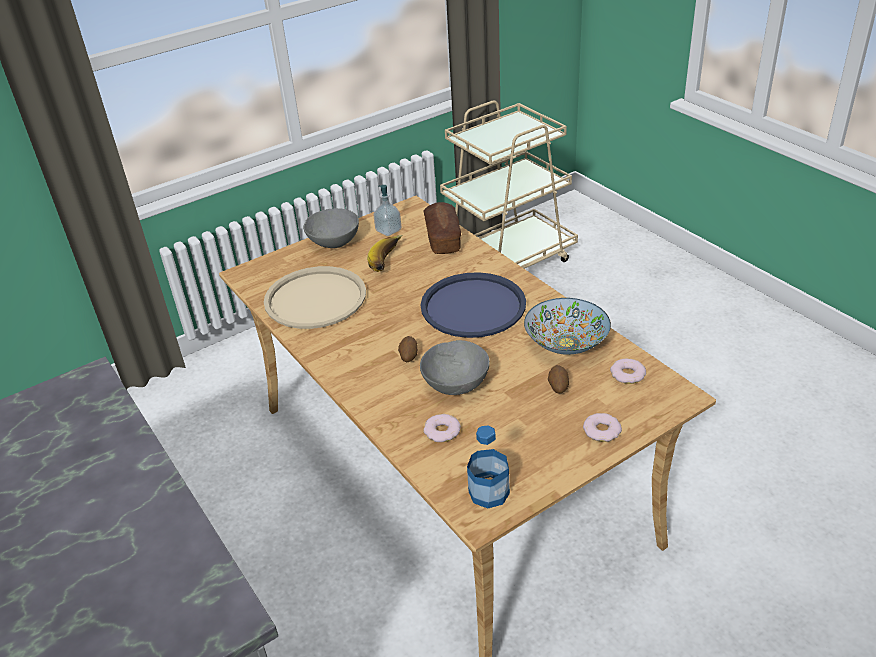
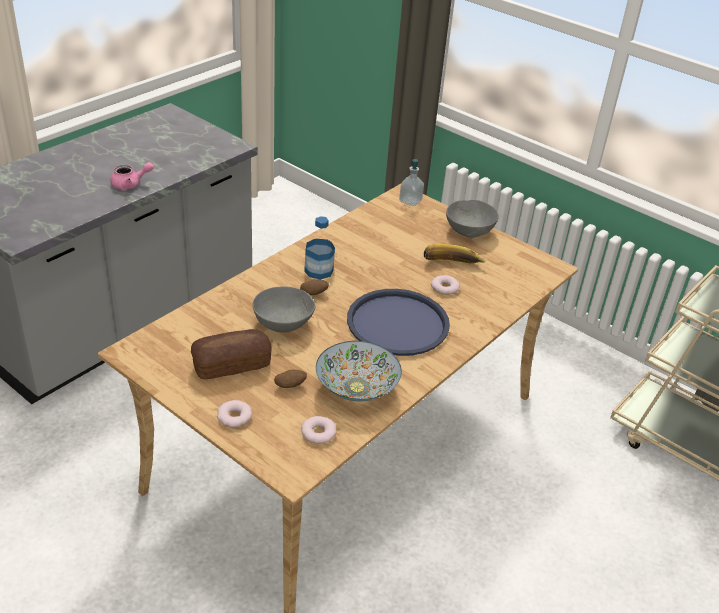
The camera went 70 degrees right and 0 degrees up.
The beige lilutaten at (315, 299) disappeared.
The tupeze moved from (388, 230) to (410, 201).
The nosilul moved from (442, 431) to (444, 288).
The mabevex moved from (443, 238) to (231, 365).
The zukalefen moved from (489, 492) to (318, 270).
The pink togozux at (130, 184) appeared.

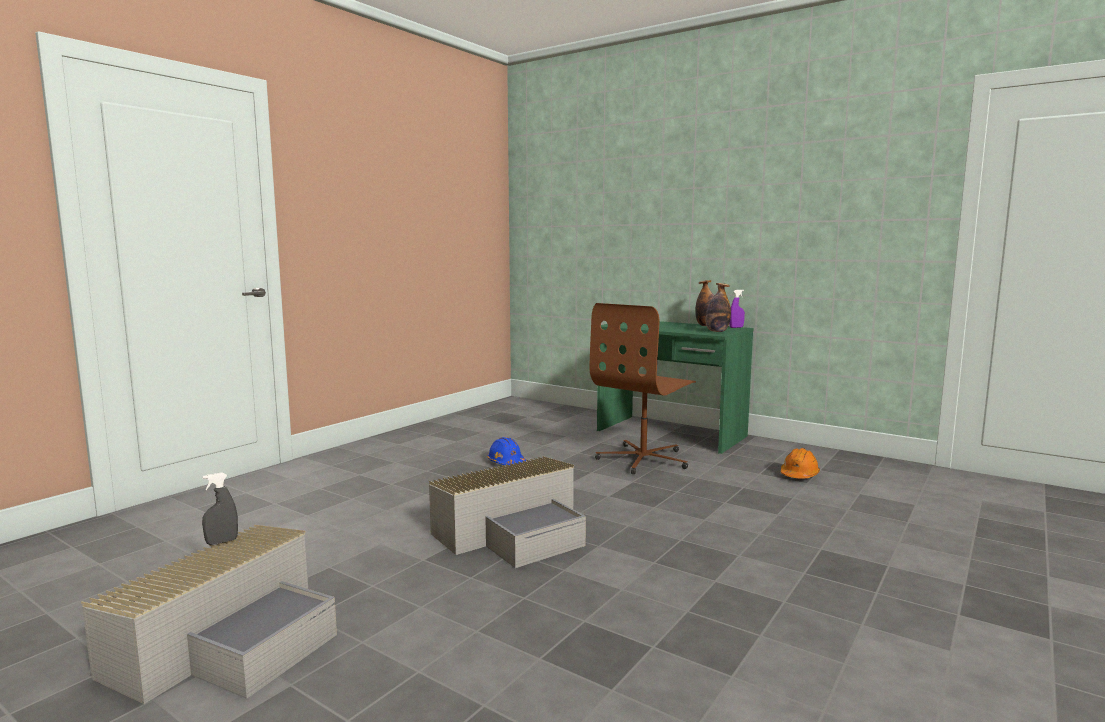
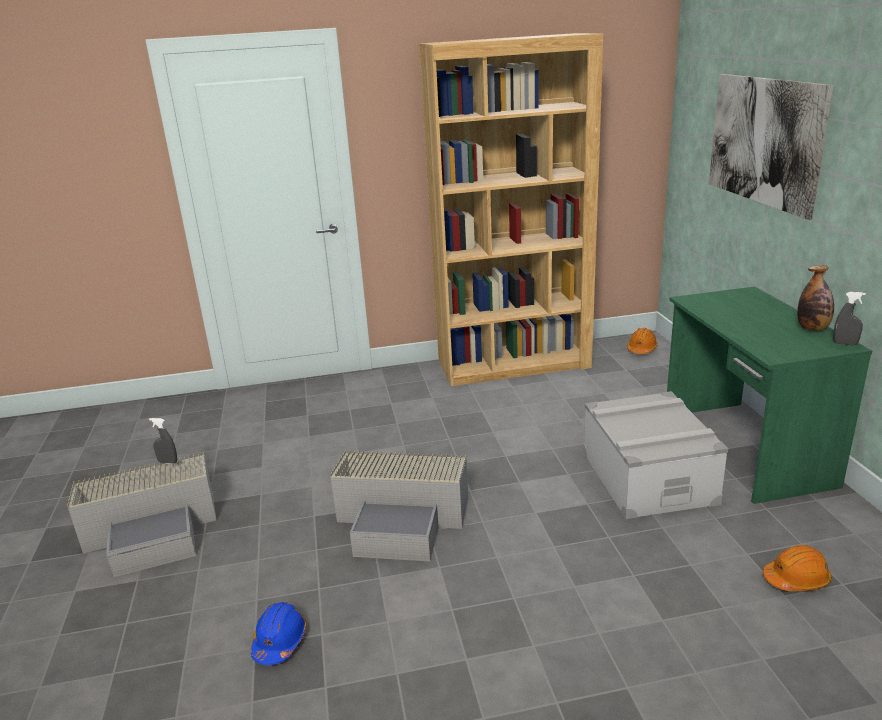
The camera went 45 degrees right and 15 degrees up.
The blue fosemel moved from (506, 462) to (280, 641).
The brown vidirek at (644, 459) was replaced by the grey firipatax at (647, 477).
The zukalefen at (717, 331) disappeared.
The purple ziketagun at (736, 327) became the grey ziketagun at (845, 343).
The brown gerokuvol at (514, 364) appeared.
The orange fosemel at (641, 349) appeared.
The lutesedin at (764, 141) appeared.

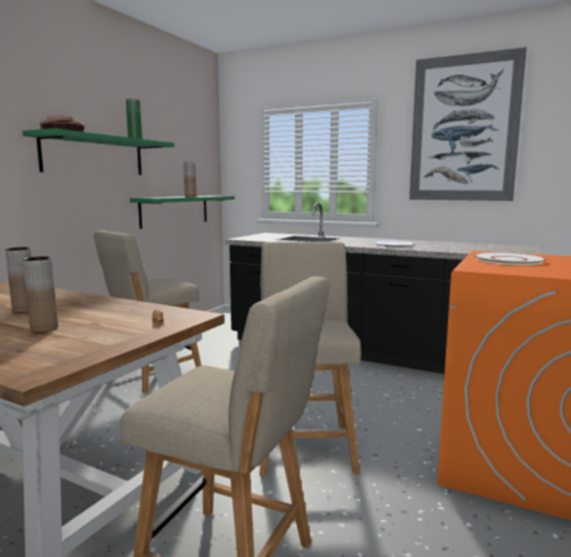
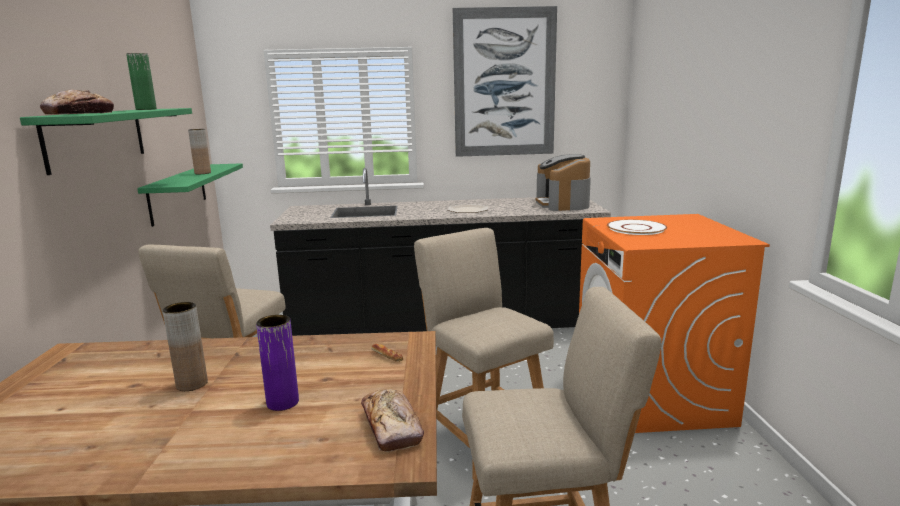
The camera went 30 degrees left and 5 degrees up.
The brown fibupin at (44, 328) became the purple fibupin at (282, 402).
The mabevex at (391, 427) appeared.
The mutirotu at (562, 204) appeared.

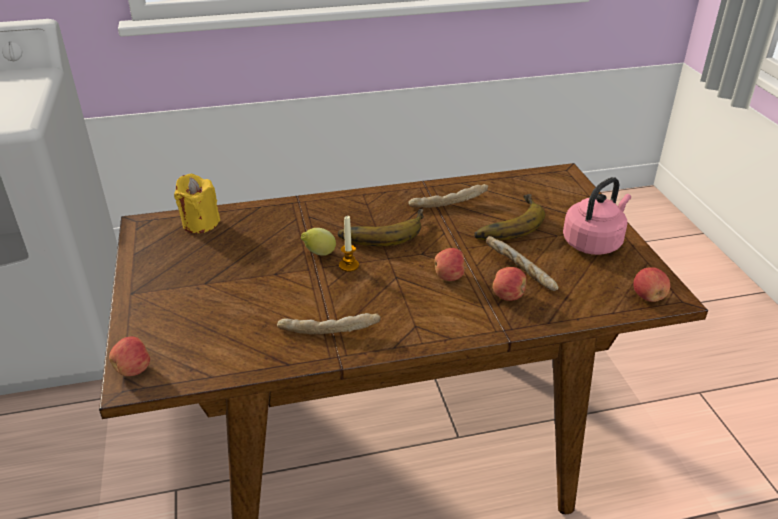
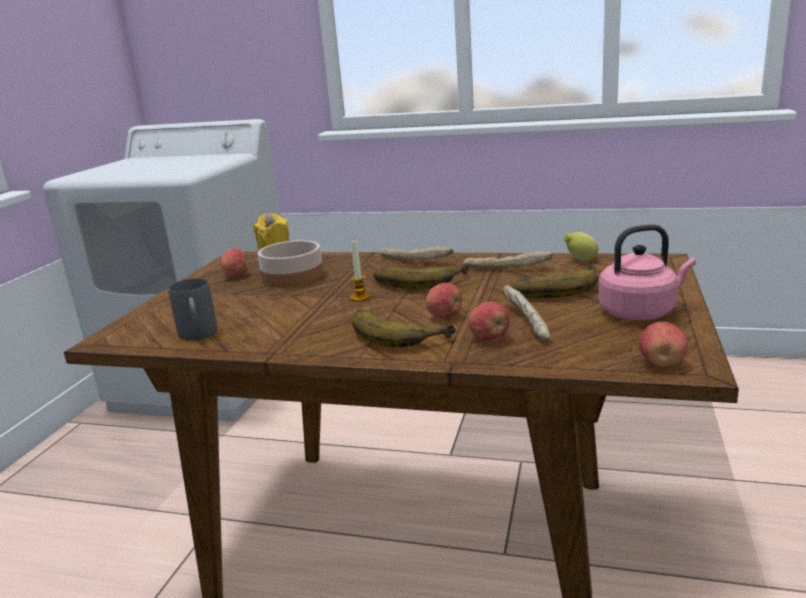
The camera went 30 degrees right and 15 degrees down.
The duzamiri moved from (134, 369) to (236, 275).
The mabevex moved from (329, 329) to (416, 260).
The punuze moved from (319, 254) to (580, 260).
The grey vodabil at (198, 336) appeared.
The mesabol at (291, 277) appeared.
The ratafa at (399, 332) appeared.

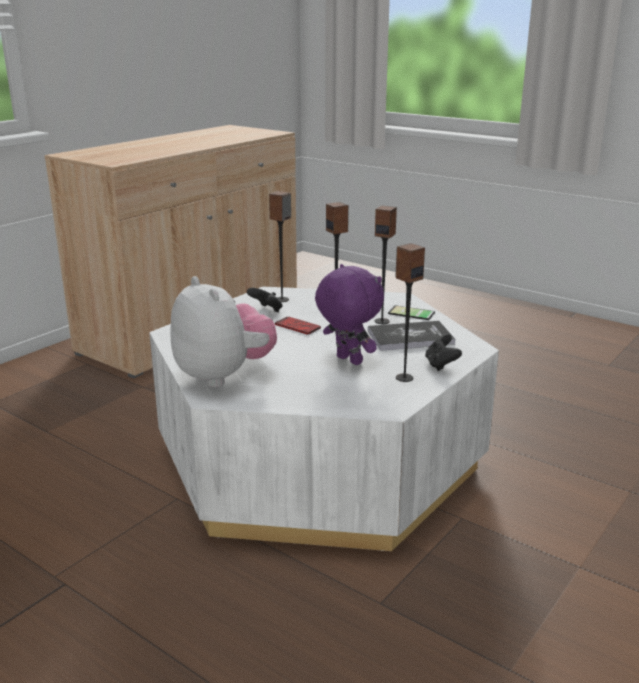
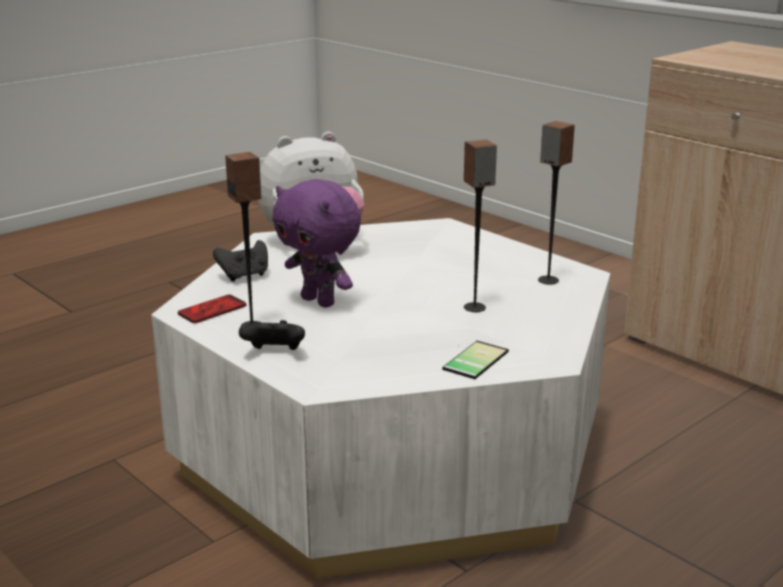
The camera went 100 degrees right and 0 degrees up.
The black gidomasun moved from (266, 310) to (244, 276).
The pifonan moved from (297, 326) to (212, 310).
The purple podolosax at (347, 360) turned 75 degrees clockwise.
The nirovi at (410, 337) disappeared.
The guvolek at (382, 321) disappeared.

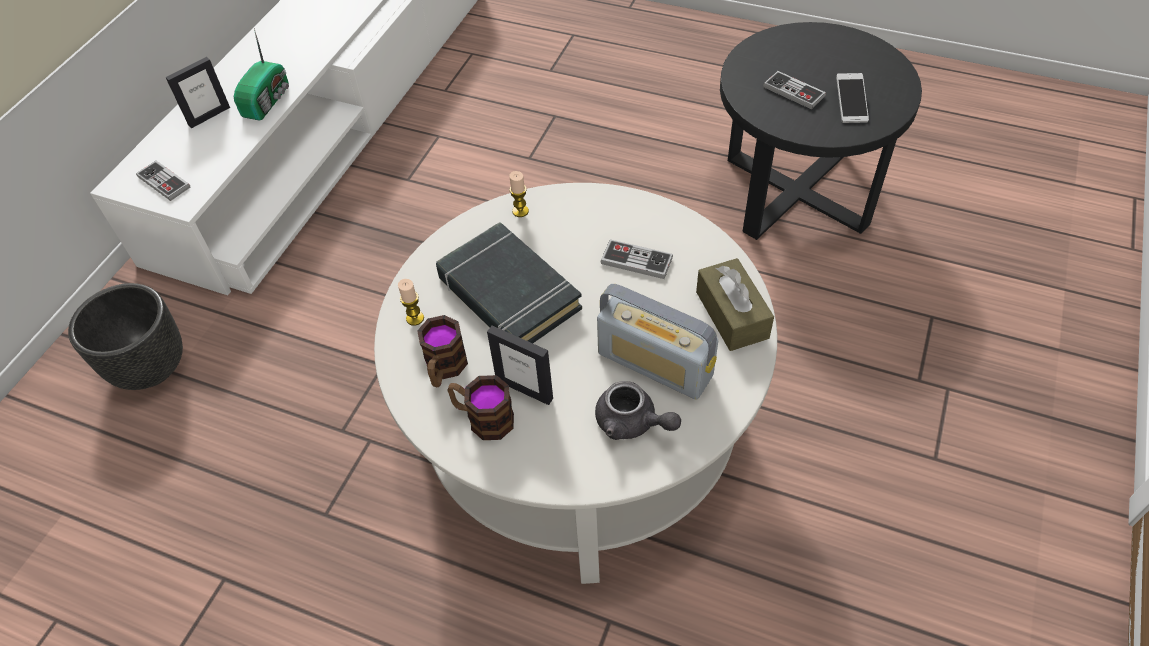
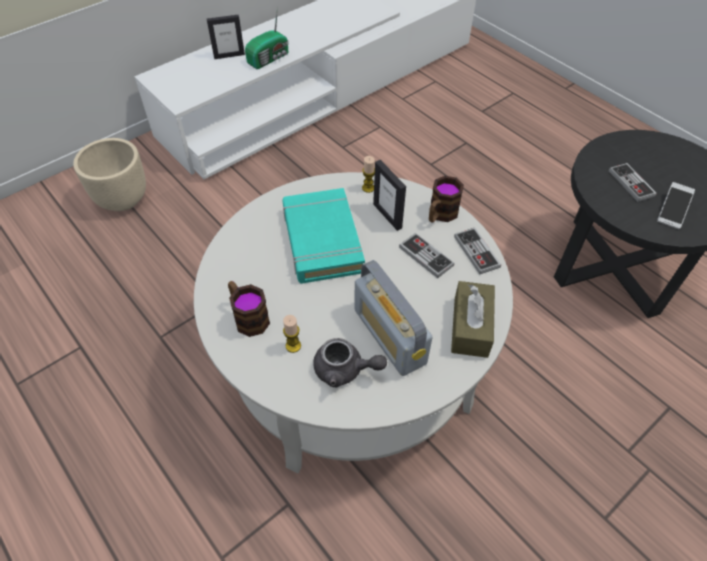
The camera went 25 degrees right and 0 degrees up.
The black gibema at (149, 367) became the beige gibema at (122, 199).
The gidomasun moved from (164, 182) to (476, 252).
The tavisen moved from (415, 318) to (293, 346).
The vodabil moved from (444, 369) to (440, 215).
The black nirovi at (508, 294) became the turquoise nirovi at (322, 240).
The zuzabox moved from (524, 389) to (387, 216).
The grey togozux at (632, 423) turned 45 degrees counterclockwise.

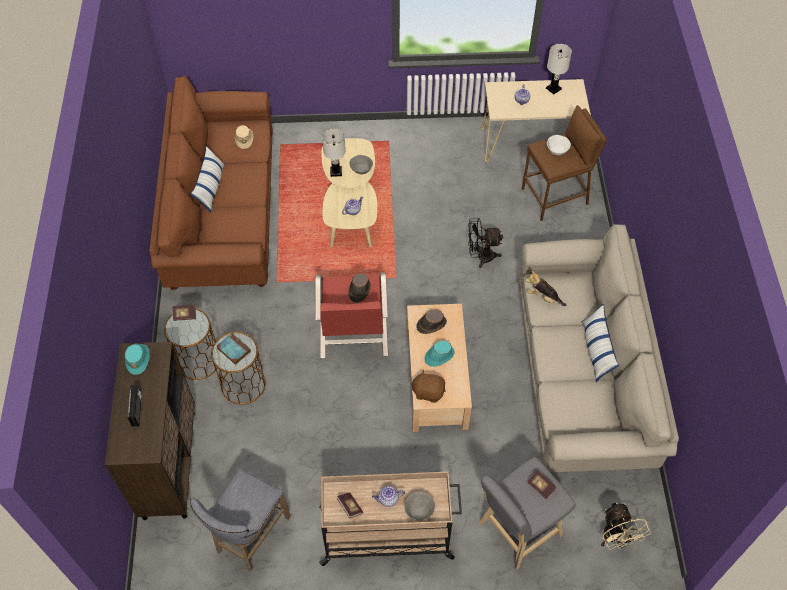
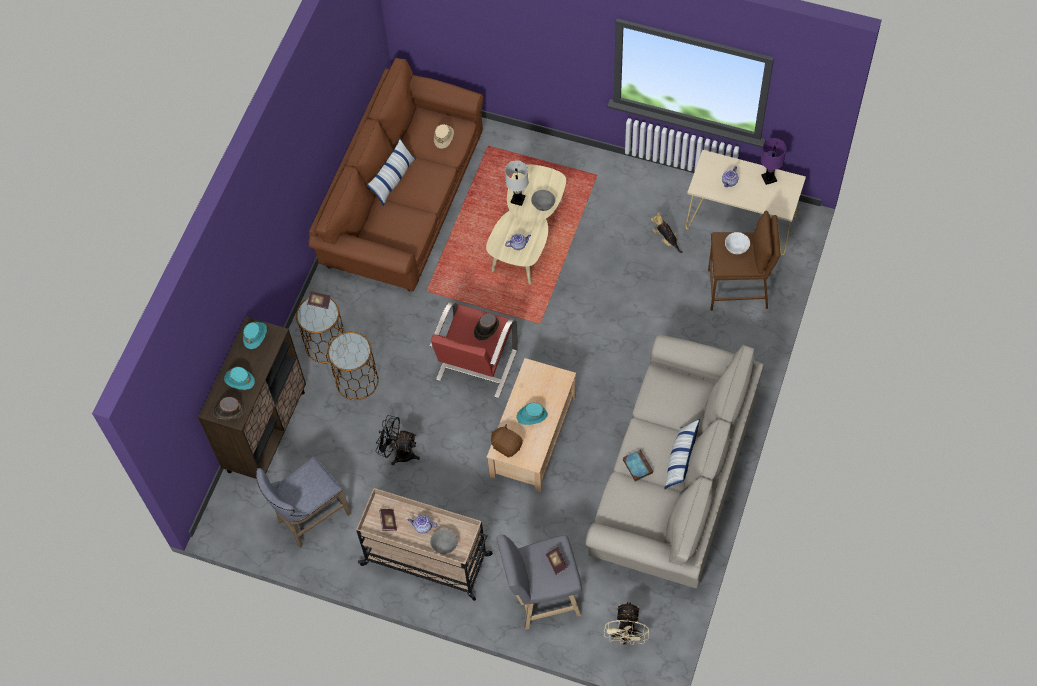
The camera went 25 degrees right and 5 degrees up.
The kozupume at (137, 410) was replaced by the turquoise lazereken at (239, 380).
The nirovi moved from (233, 350) to (637, 466).
The brown lazereken moved from (431, 324) to (229, 410).
The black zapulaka moved from (481, 256) to (399, 453).
The podolosax moved from (543, 297) to (666, 239).
The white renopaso at (553, 88) became the purple renopaso at (768, 178).

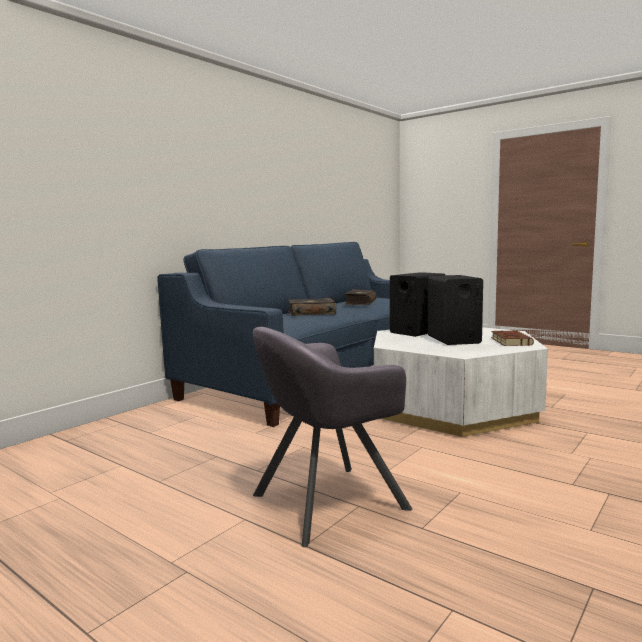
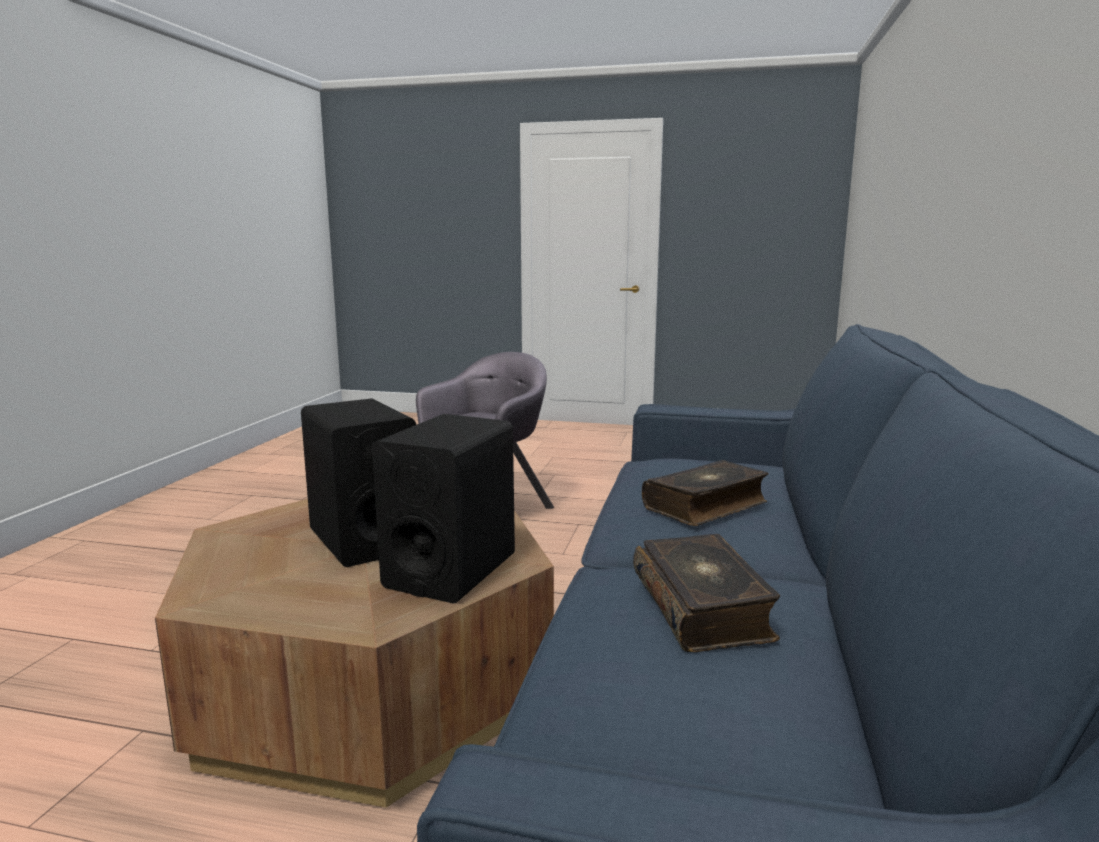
The camera went 155 degrees right and 5 degrees up.
The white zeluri at (452, 407) became the brown zeluri at (372, 683).
The brown nirovi at (510, 341) disappeared.

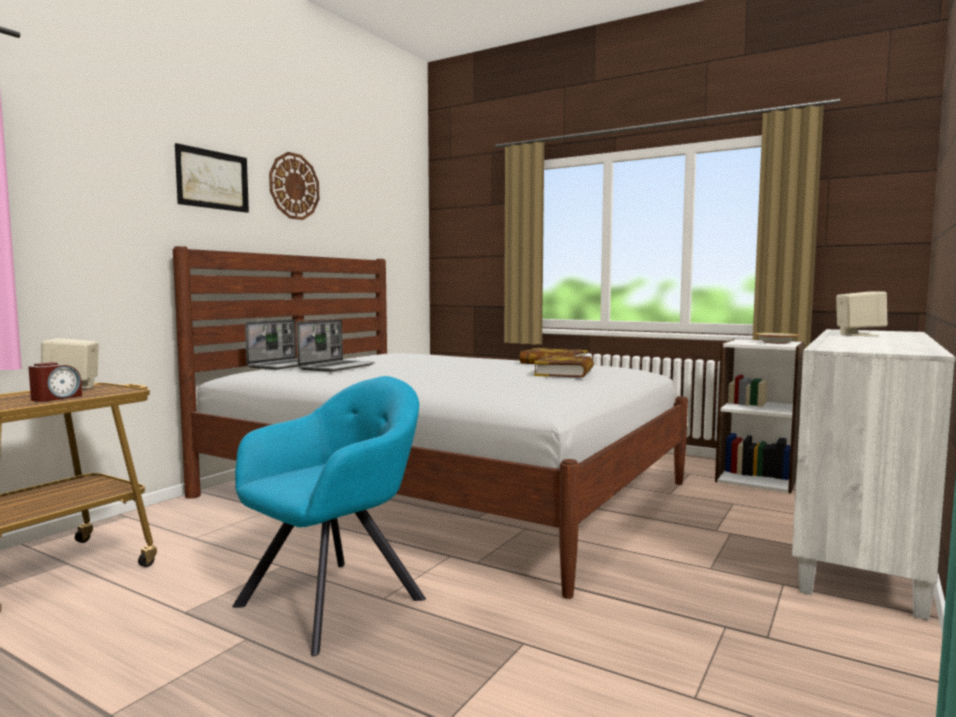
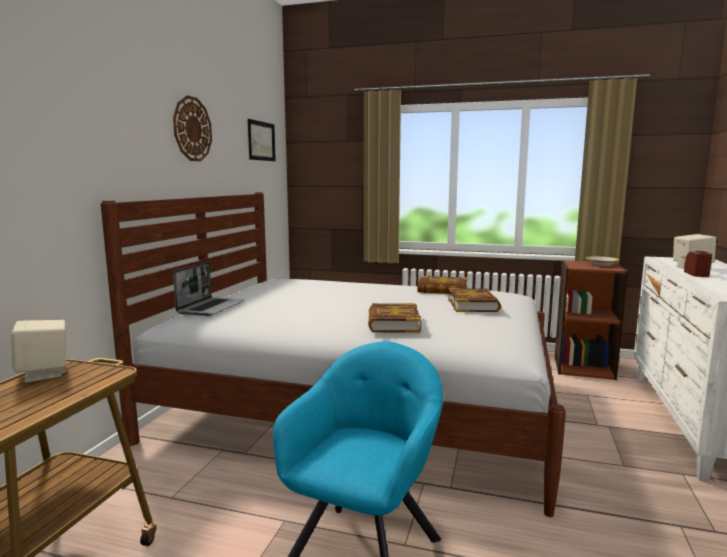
The camera went 15 degrees left and 5 degrees up.
The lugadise moved from (56, 398) to (697, 274).
The lutesedin moved from (213, 180) to (261, 141).
The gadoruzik at (337, 367) disappeared.
The white gerokuvol at (757, 478) became the brown gerokuvol at (583, 367).
The nirovi at (393, 323) appeared.

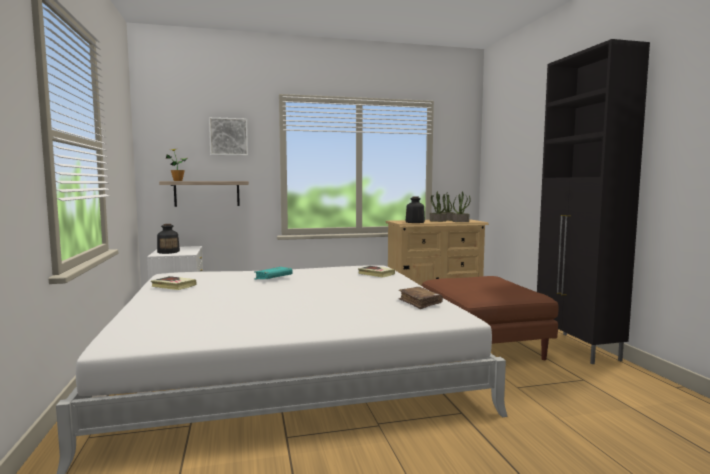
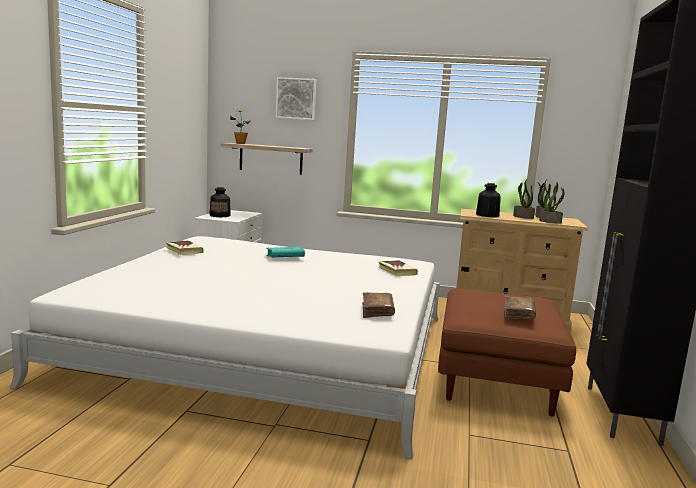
The camera went 25 degrees right and 5 degrees up.
The brown nirovi at (518, 314) appeared.

